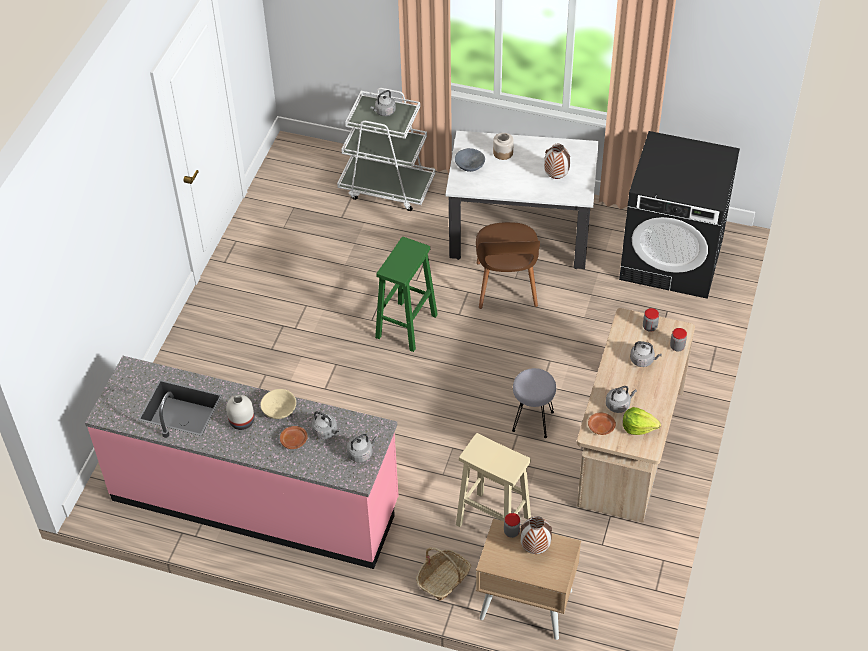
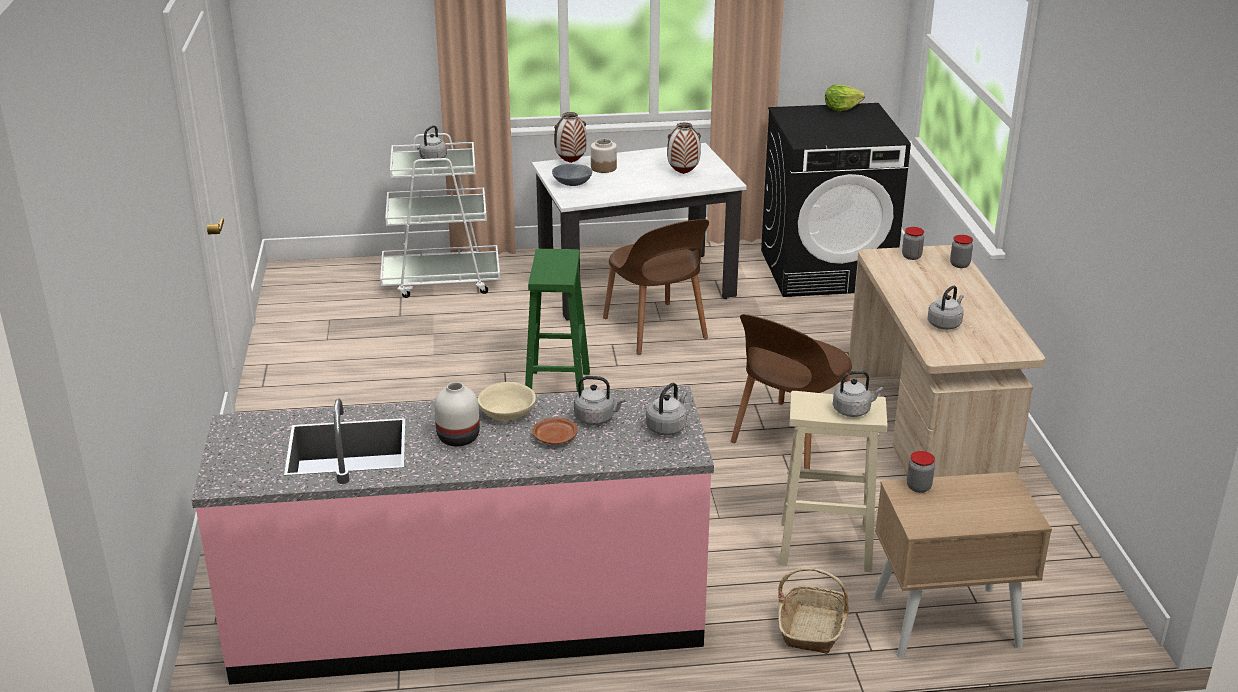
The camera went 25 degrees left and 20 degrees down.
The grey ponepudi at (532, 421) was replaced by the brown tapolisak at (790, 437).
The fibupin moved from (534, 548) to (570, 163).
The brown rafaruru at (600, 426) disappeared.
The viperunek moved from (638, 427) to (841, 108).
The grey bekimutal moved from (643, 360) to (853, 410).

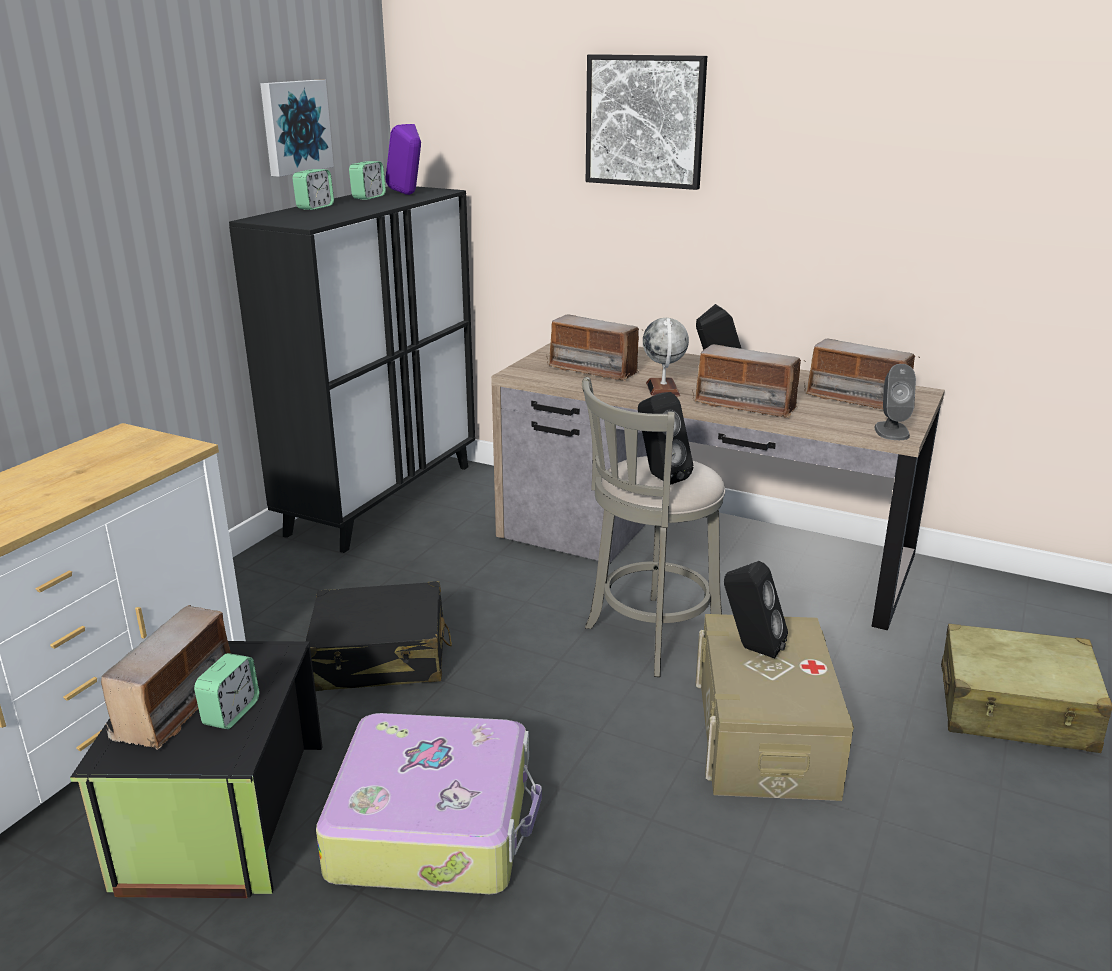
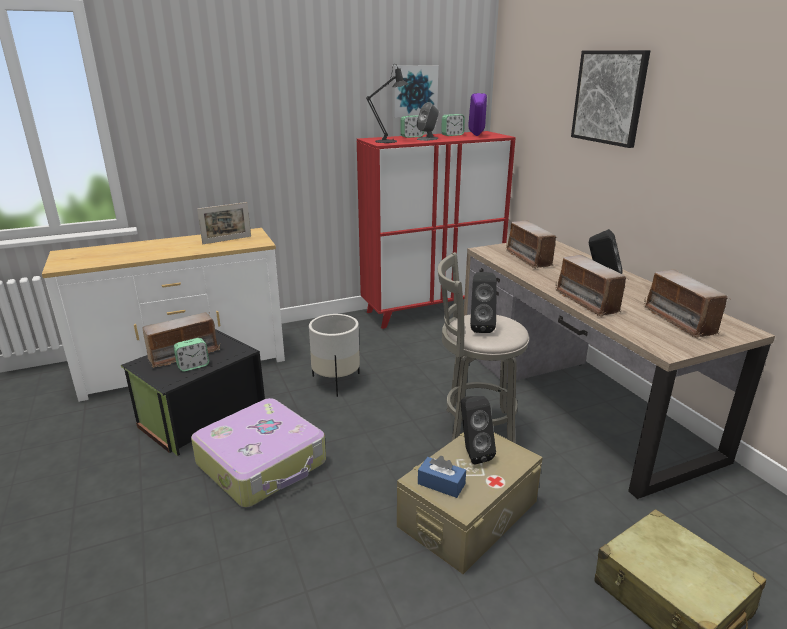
The camera went 40 degrees right and 0 degrees up.
The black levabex at (382, 499) became the red levabex at (431, 309).
The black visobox at (380, 657) was replaced by the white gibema at (336, 381).
The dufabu at (663, 389) disappeared.
The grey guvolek moved from (891, 431) to (428, 139).
The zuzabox at (227, 240) appeared.
The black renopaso at (389, 141) appeared.
The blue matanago at (441, 484) appeared.

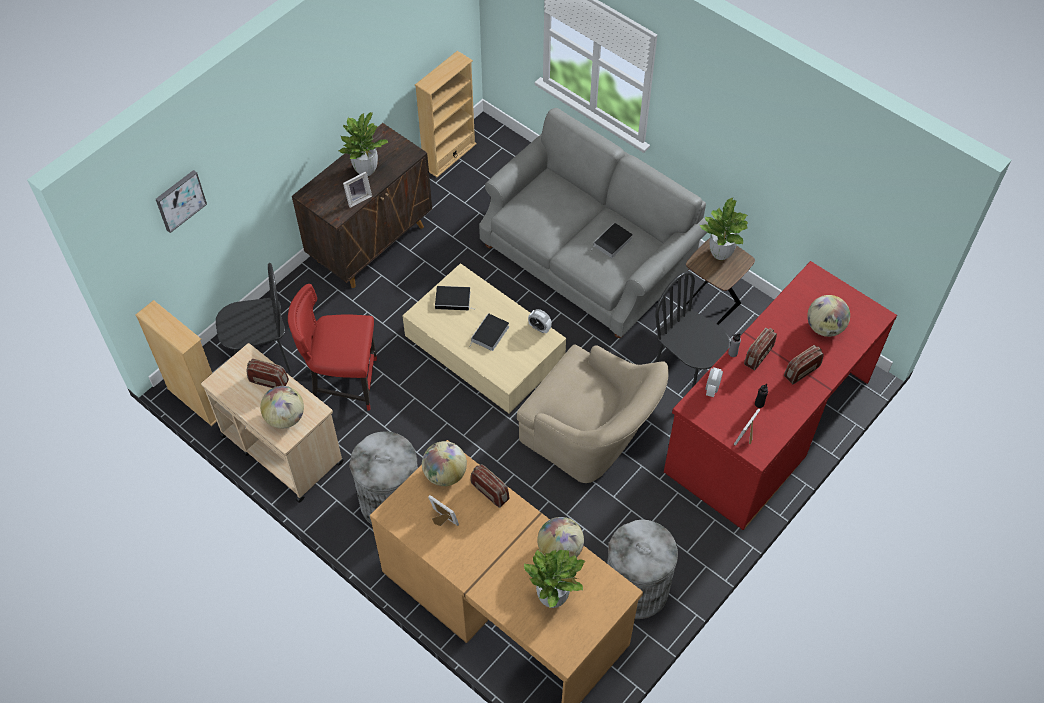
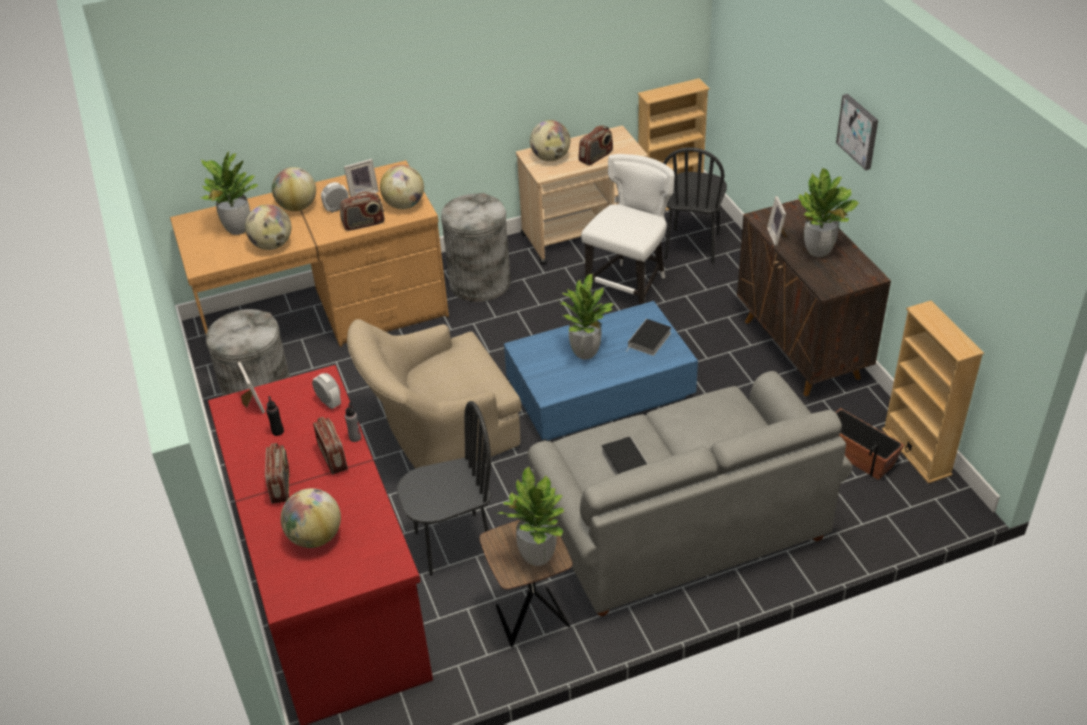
The camera went 120 degrees right and 15 degrees down.
The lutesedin moved from (180, 200) to (859, 131).
The red tapolisak at (343, 382) became the white tapolisak at (629, 286).
The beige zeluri at (485, 351) became the blue zeluri at (599, 390).
The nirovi at (490, 334) was replaced by the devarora at (585, 352).
The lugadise moved from (539, 328) to (337, 208).
The dufabu at (297, 207) appeared.
The gibema at (858, 455) appeared.

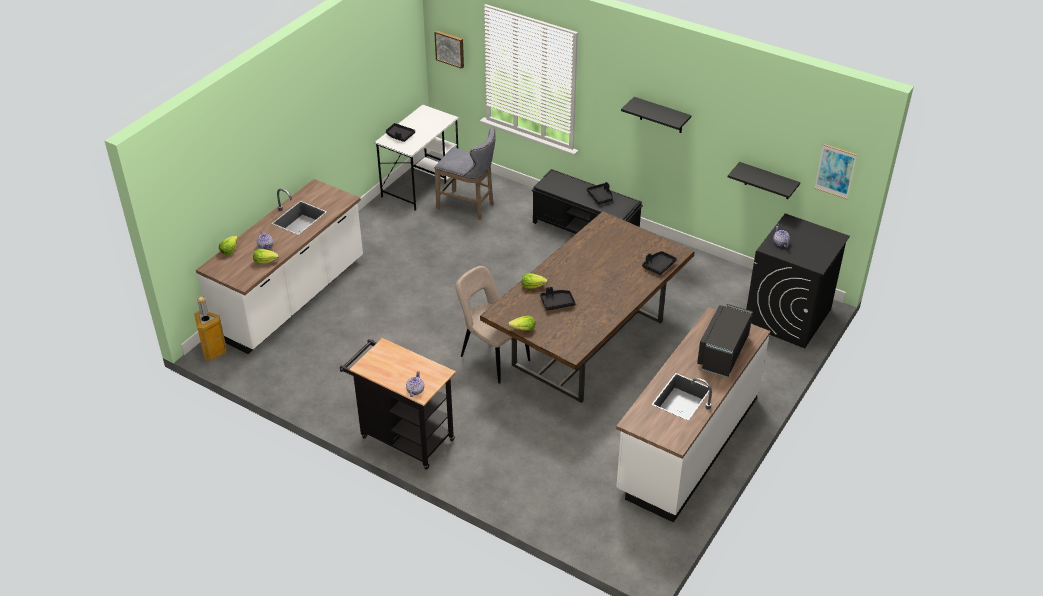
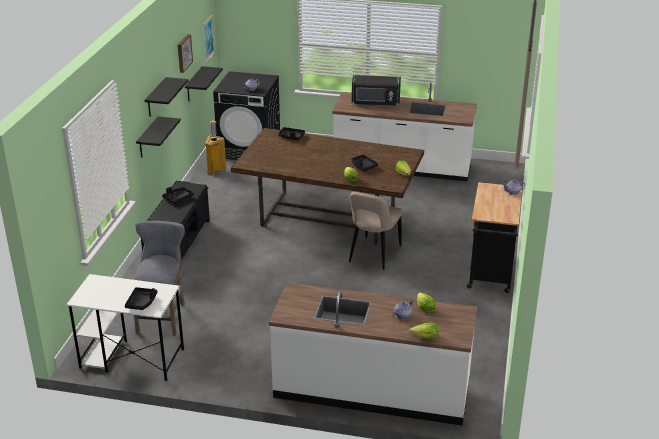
The camera went 110 degrees left and 10 degrees down.
The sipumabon moved from (212, 351) to (215, 170).
The lutesedin moved from (450, 48) to (183, 53).
The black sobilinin at (148, 138) appeared.

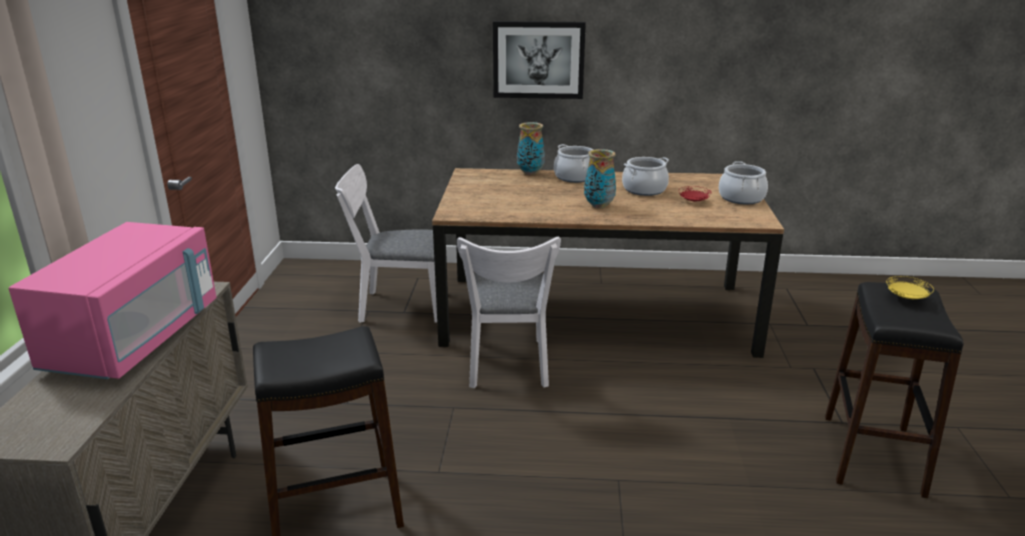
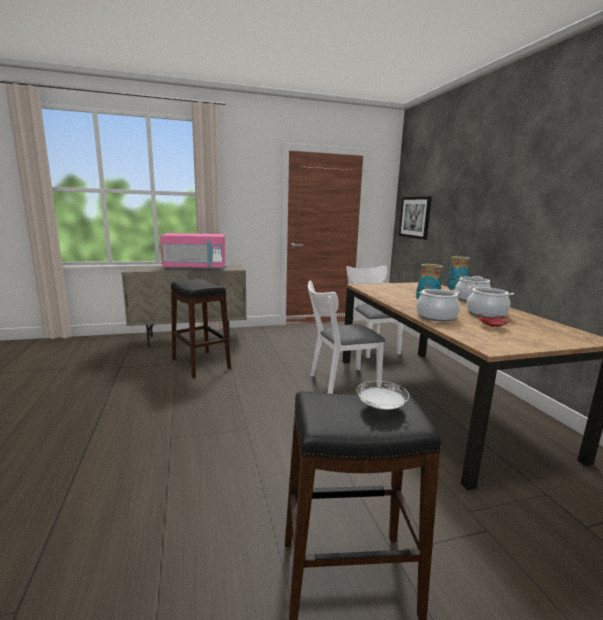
The camera went 70 degrees right and 10 degrees down.
The lutesedin moved from (538, 60) to (415, 217).
The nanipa moved from (741, 198) to (436, 317).
The yellow rafaruru at (906, 298) became the white rafaruru at (381, 407).

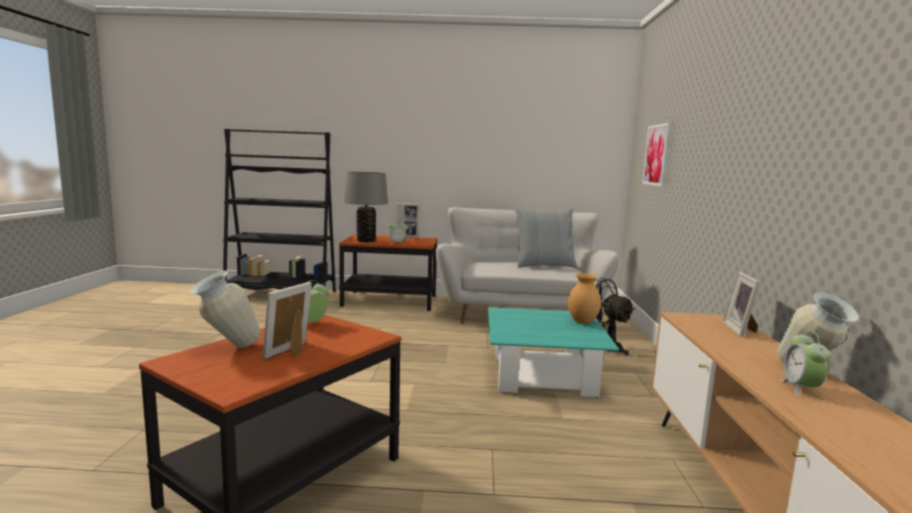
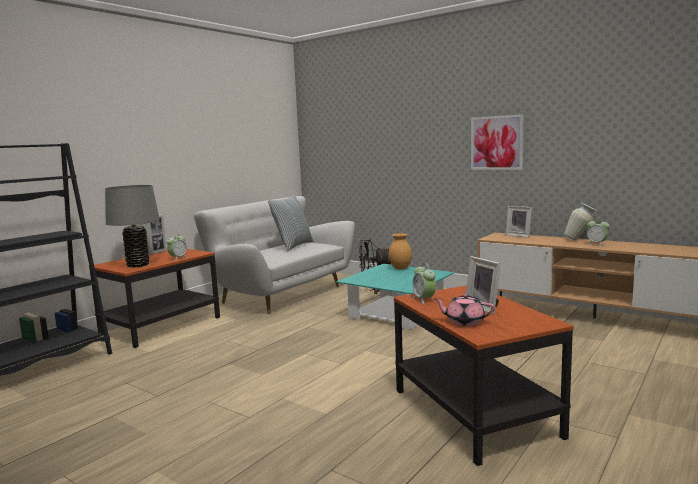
The camera went 55 degrees left and 0 degrees up.
The fibupin at (226, 348) was replaced by the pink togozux at (464, 322).
The lutesedin moved from (657, 155) to (496, 143).

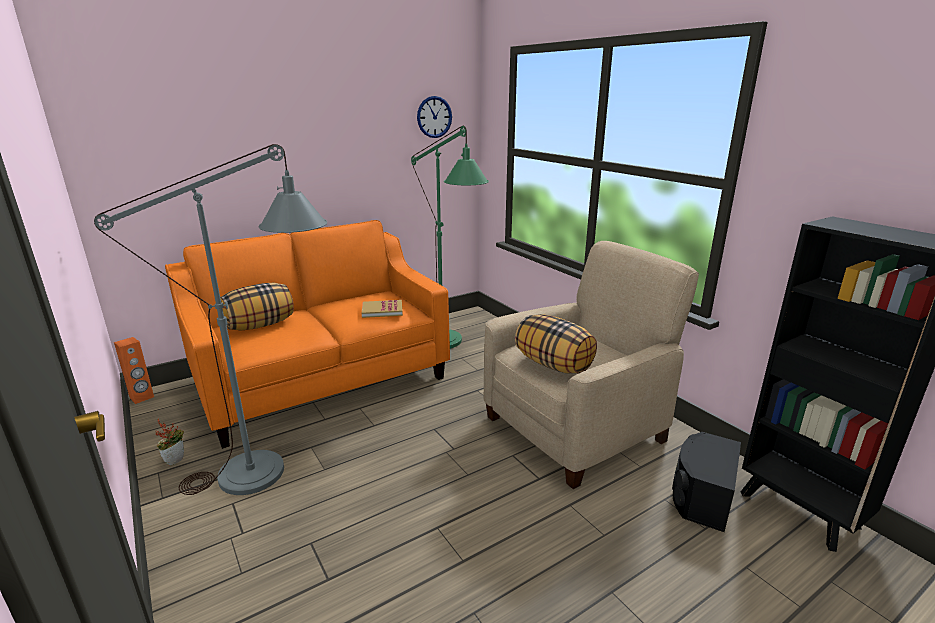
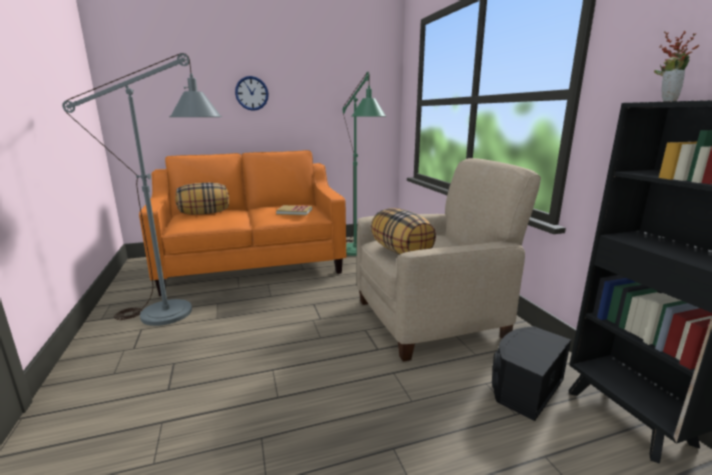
The camera went 15 degrees right and 5 degrees down.
The orange guvolek at (142, 397) disappeared.
The devarora moved from (175, 459) to (665, 102).
The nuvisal moved from (434, 117) to (251, 93).

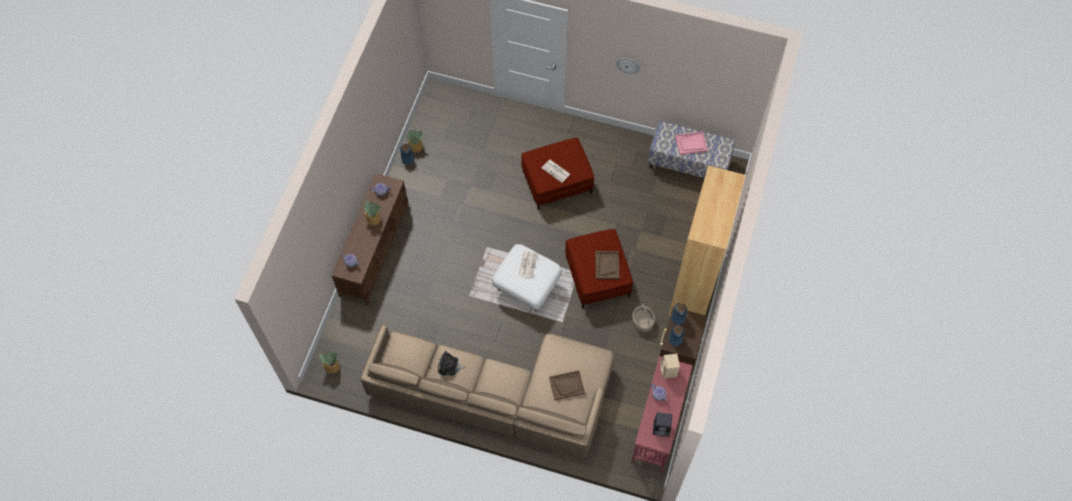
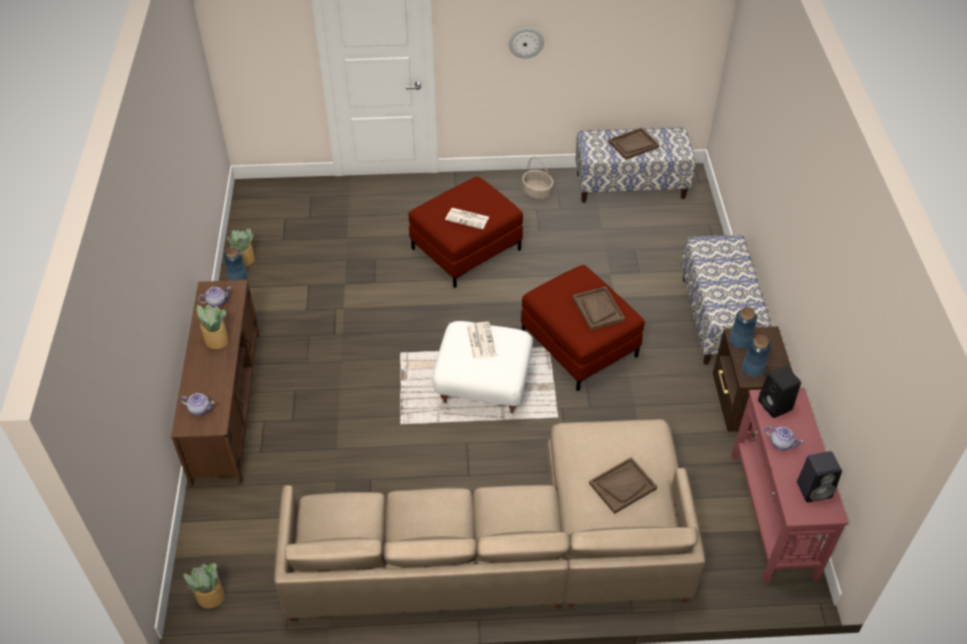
The camera went 20 degrees left and 15 degrees down.
The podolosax at (449, 366) disappeared.
The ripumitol moved from (642, 322) to (537, 192).
The beige guvolek at (669, 371) became the black guvolek at (776, 406).
The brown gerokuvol at (694, 286) was replaced by the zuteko at (718, 319).
The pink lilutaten at (691, 144) became the brown lilutaten at (633, 145).

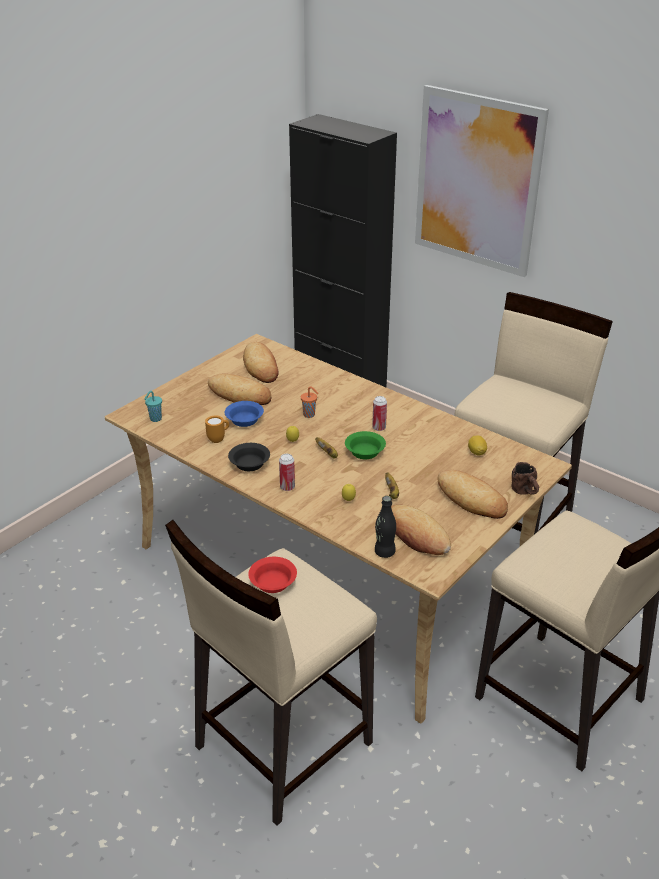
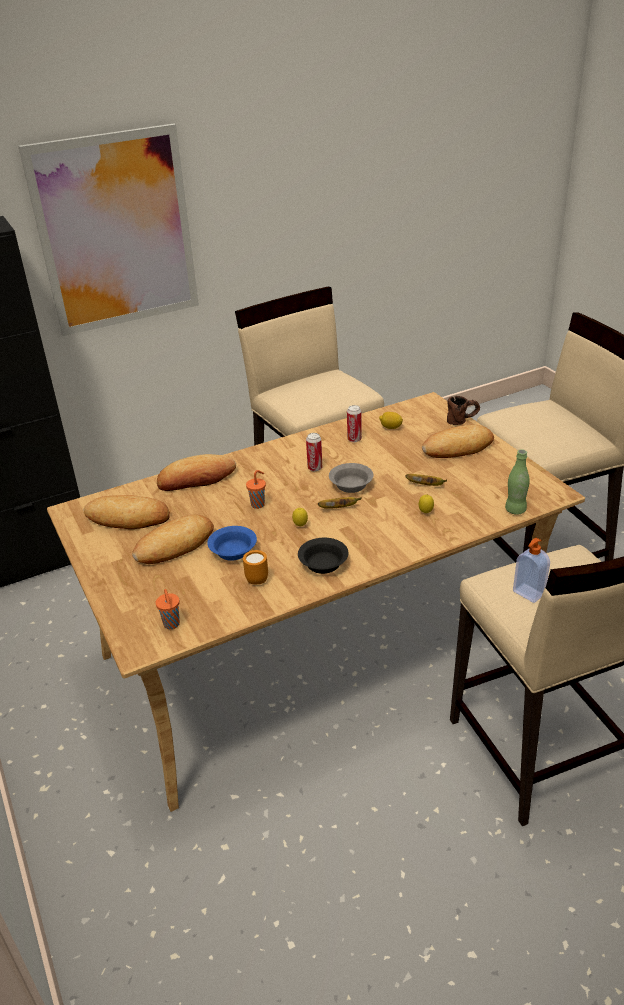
The camera went 65 degrees left and 0 degrees up.
The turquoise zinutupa at (155, 419) became the orange zinutupa at (172, 625).
The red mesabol at (273, 584) was replaced by the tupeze at (528, 593).
The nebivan moved from (287, 487) to (354, 439).
The green mesabol at (365, 452) became the grey mesabol at (350, 485).
The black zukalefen at (384, 552) became the green zukalefen at (515, 510).
The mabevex moved from (414, 535) to (196, 478).

